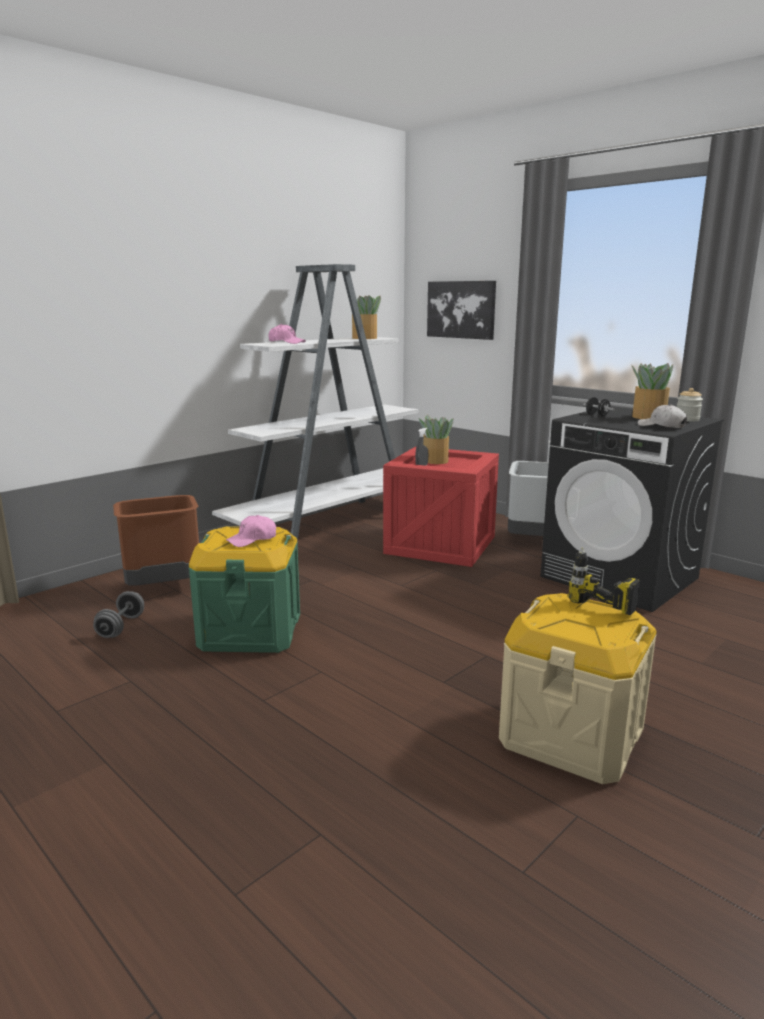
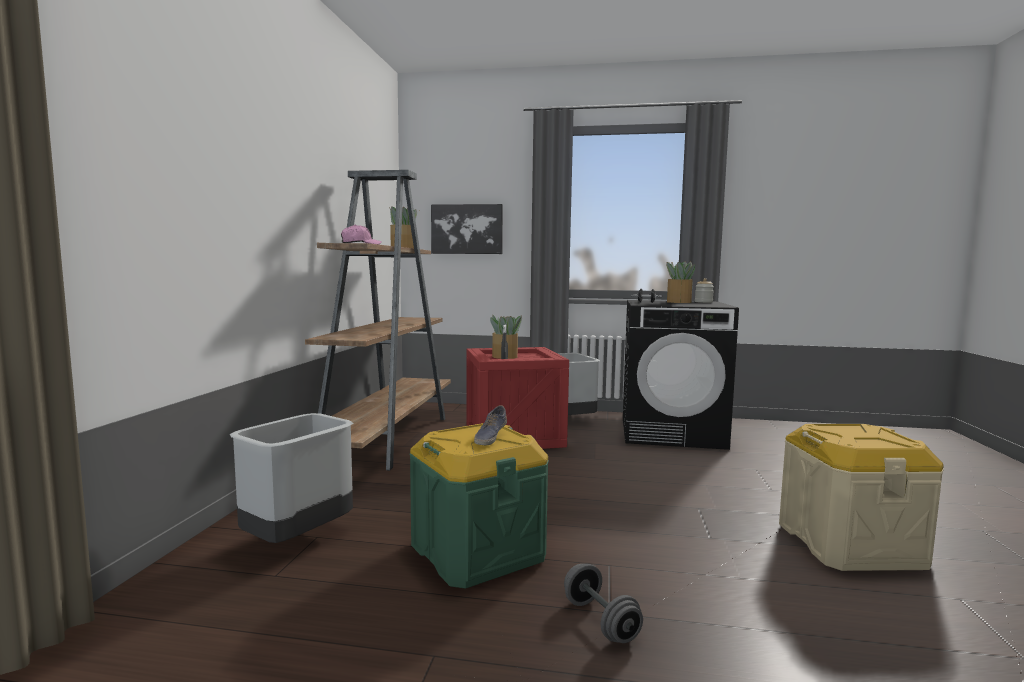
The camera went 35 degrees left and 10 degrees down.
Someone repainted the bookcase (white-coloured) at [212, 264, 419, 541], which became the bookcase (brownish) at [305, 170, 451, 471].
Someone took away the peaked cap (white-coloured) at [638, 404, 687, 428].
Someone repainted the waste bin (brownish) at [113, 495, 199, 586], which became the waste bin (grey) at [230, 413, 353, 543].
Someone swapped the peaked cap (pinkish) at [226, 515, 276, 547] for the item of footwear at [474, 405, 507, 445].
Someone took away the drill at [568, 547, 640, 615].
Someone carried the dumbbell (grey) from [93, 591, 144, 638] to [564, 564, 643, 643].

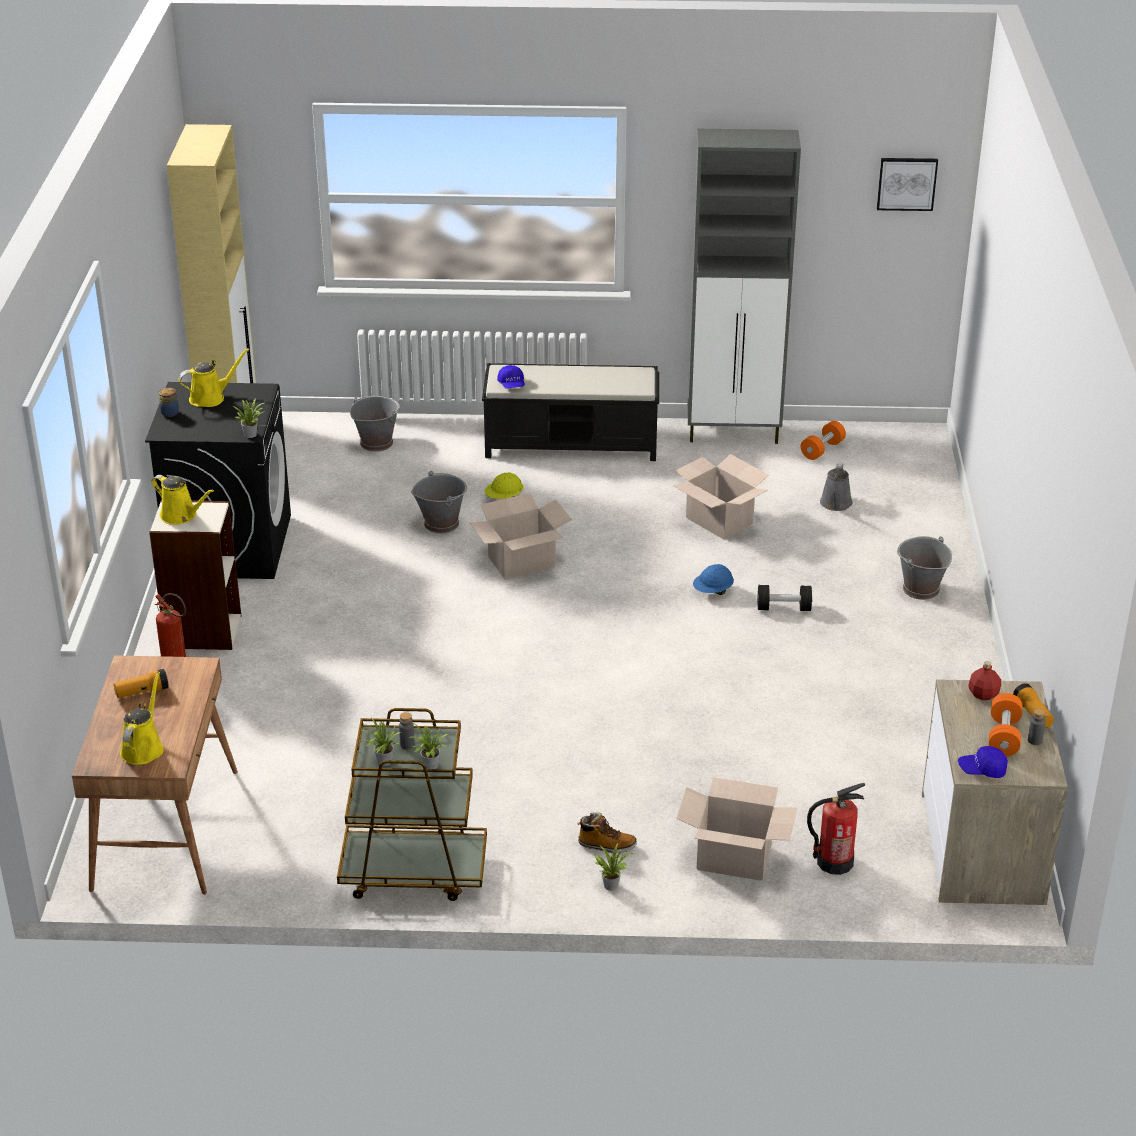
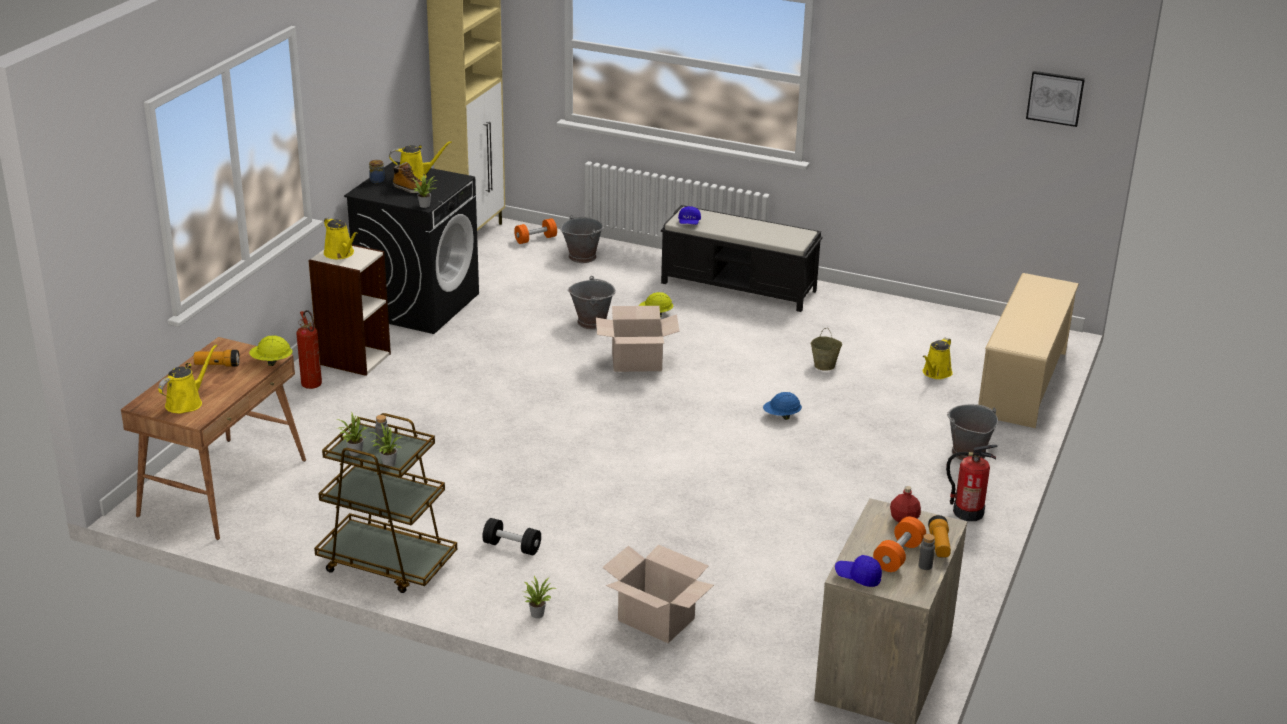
The camera went 20 degrees right and 5 degrees down.
Someone took away the cabinet (grey) at [687, 129, 801, 444].
Someone carried the dumbbell (orange-coloured) from [801, 421, 846, 460] to [514, 218, 557, 244].
Someone swapped the cardboard box at [674, 454, 769, 539] for the pail (beige-coloured) at [811, 328, 842, 371].
Someone repainted the watering can (grey) at [820, 463, 853, 511], which became the watering can (yellow) at [923, 338, 953, 379].
Someone carried the dumbbell (blackish) from [757, 585, 813, 611] to [482, 518, 541, 555].
Someone carried the fire extinguisher from [807, 783, 865, 875] to [946, 445, 998, 521].
Someone carried the high-top boot from [578, 812, 637, 853] to [393, 162, 430, 194].
Someone put down the shoe stand (beige-coloured) at [978, 273, 1079, 428].
Someone put down the safety helmet (yellow) at [249, 336, 293, 366].

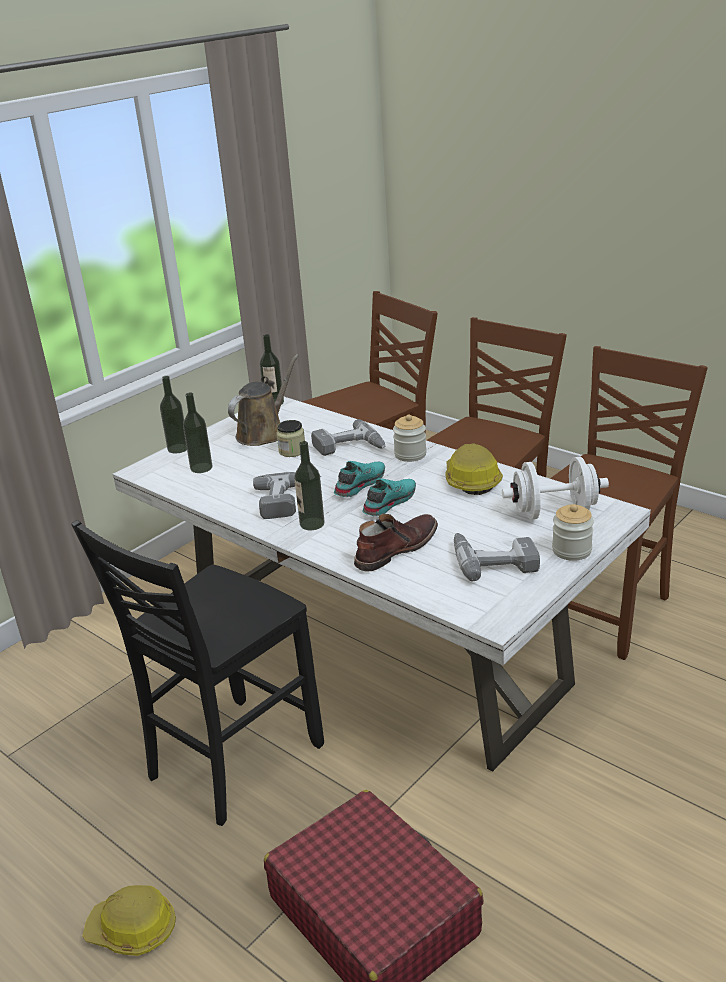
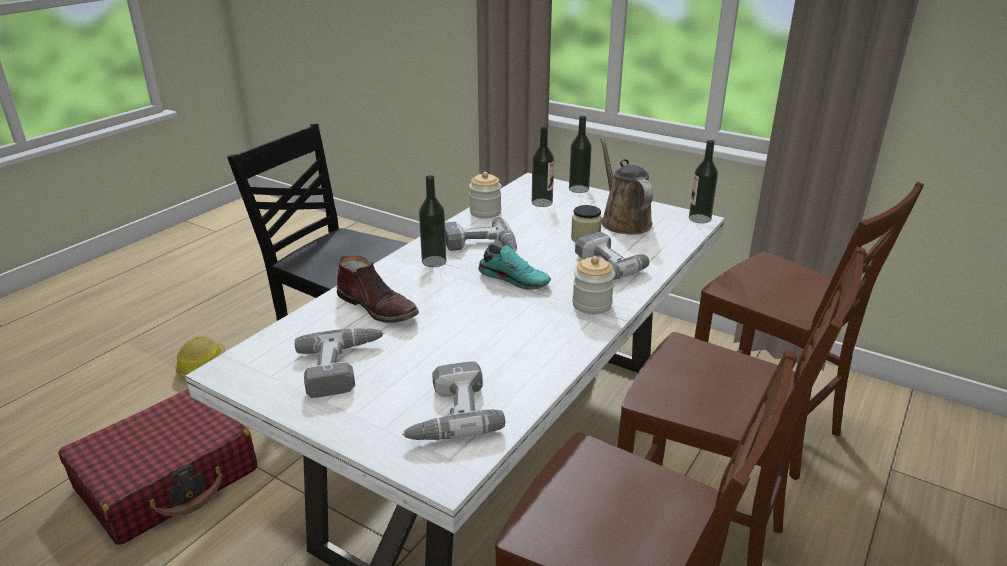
The camera went 80 degrees right and 0 degrees up.
Someone rotated the watering can (brownish) at [228, 354, 299, 446] by 135 degrees counterclockwise.
Someone took away the safety helmet at [445, 443, 503, 495].
Someone swapped the dumbbell (white-coloured) at [502, 457, 609, 519] for the drill at [402, 361, 505, 440].
Someone took away the item of footwear (turquoise) at [362, 479, 416, 516].
Someone carried the storage jar from [552, 504, 594, 561] to [469, 172, 501, 219].

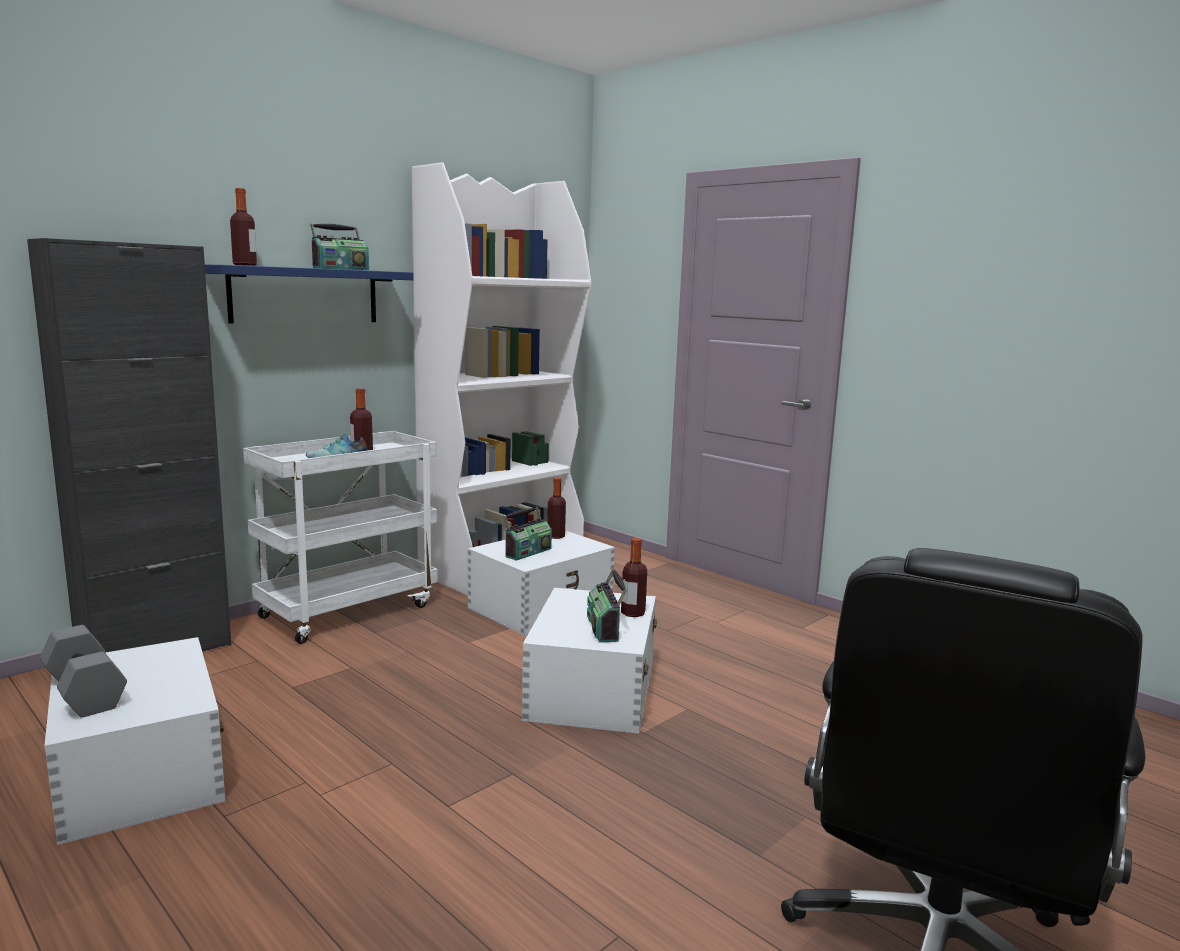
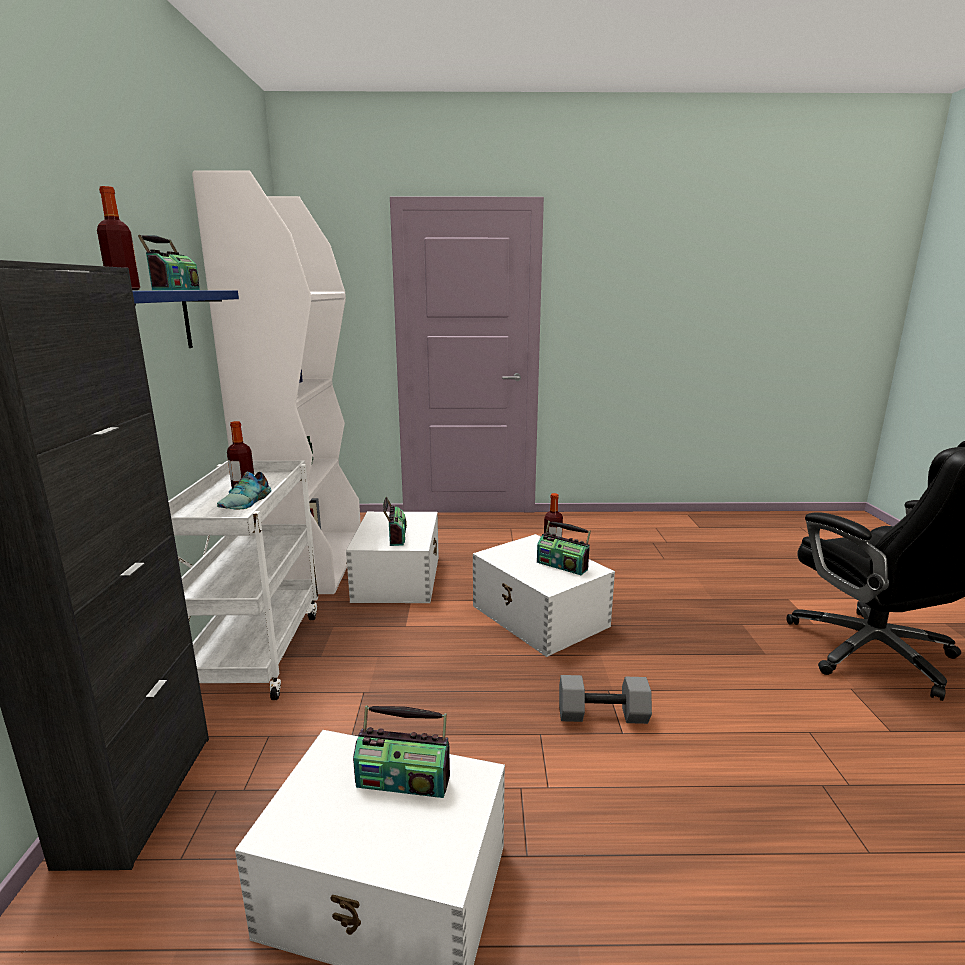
The camera went 45 degrees left and 5 degrees up.
Someone took away the beverage bottle at [547, 477, 566, 539].
Someone carried the dumbbell (grey) from [40, 625, 127, 718] to [559, 675, 652, 724].
Someone put down the radio set at [353, 705, 450, 798].

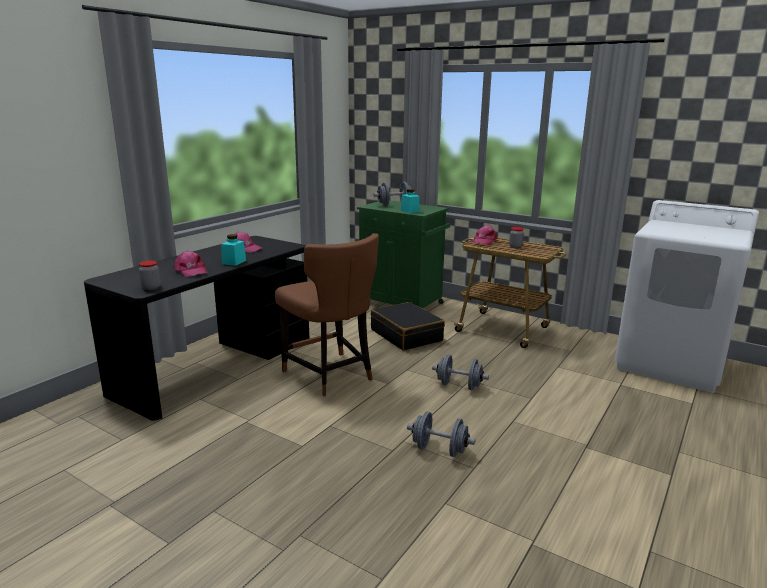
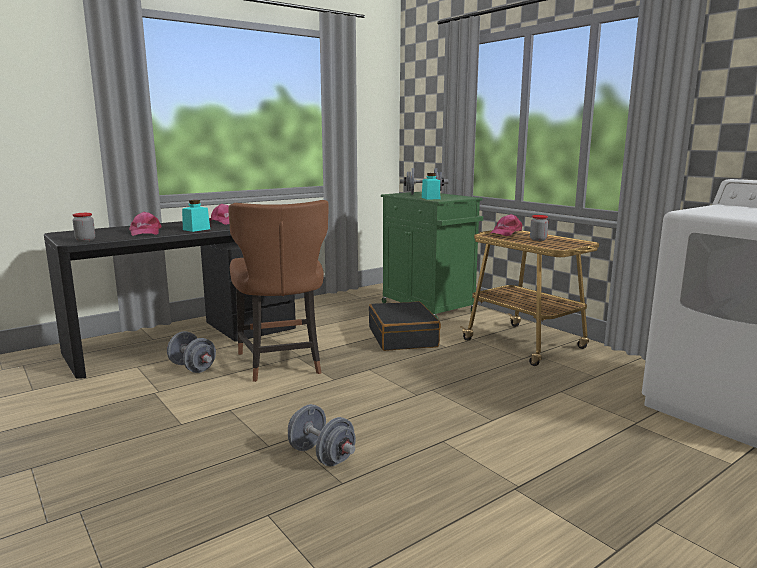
The camera went 20 degrees right and 5 degrees down.
Someone carried the dumbbell (grey) from [432, 355, 489, 390] to [167, 331, 216, 373].

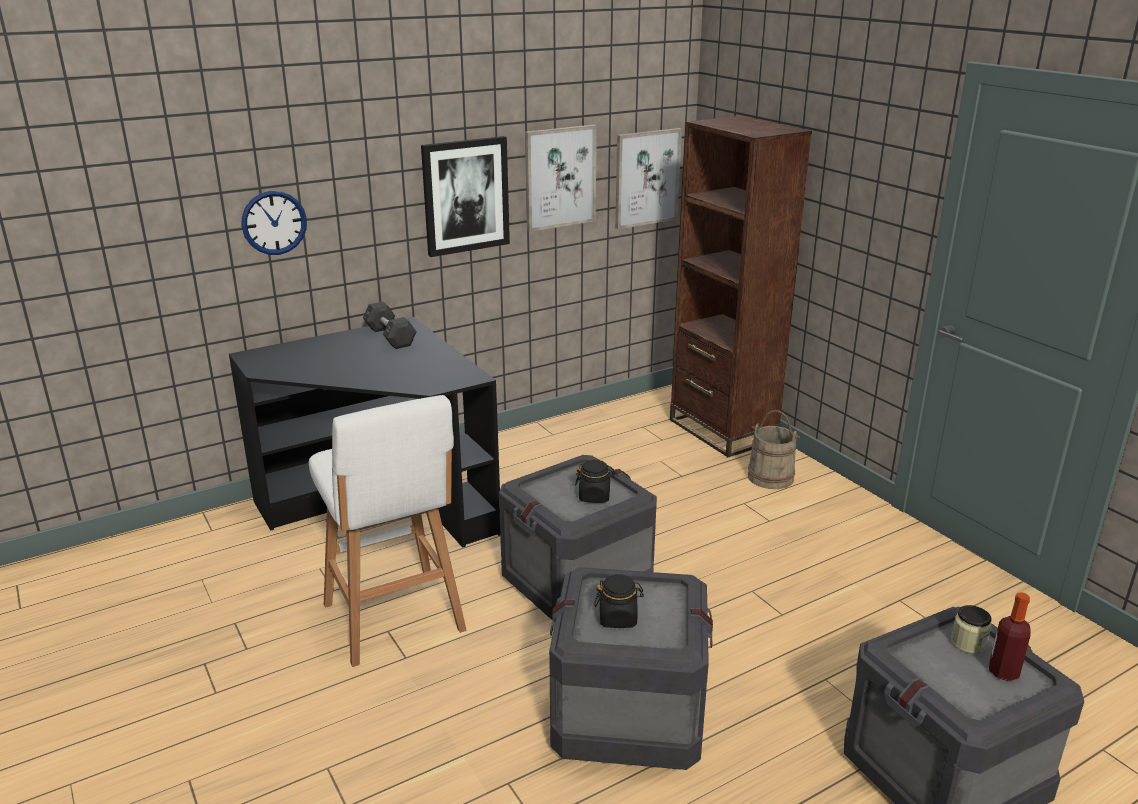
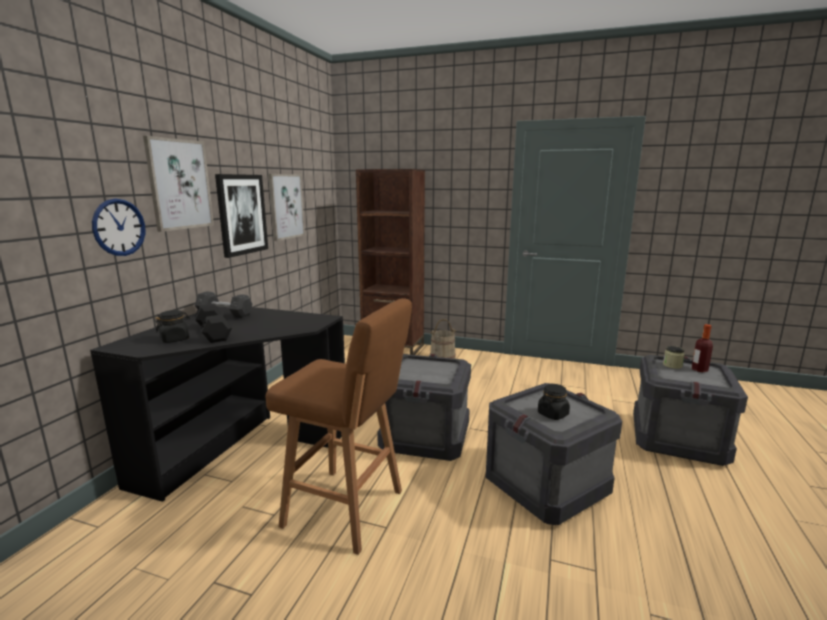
The camera went 40 degrees left and 10 degrees down.
Someone carried the wall picture from [615, 128, 682, 229] to [143, 136, 214, 232].
Someone repainted the stool seat (white-coloured) at [309, 395, 466, 667], which became the stool seat (brownish) at [266, 298, 412, 555].
Someone carried the storage jar (blackish) from [575, 460, 615, 503] to [155, 310, 190, 343].
Someone put down the dumbbell (blackish) at [194, 304, 232, 343].

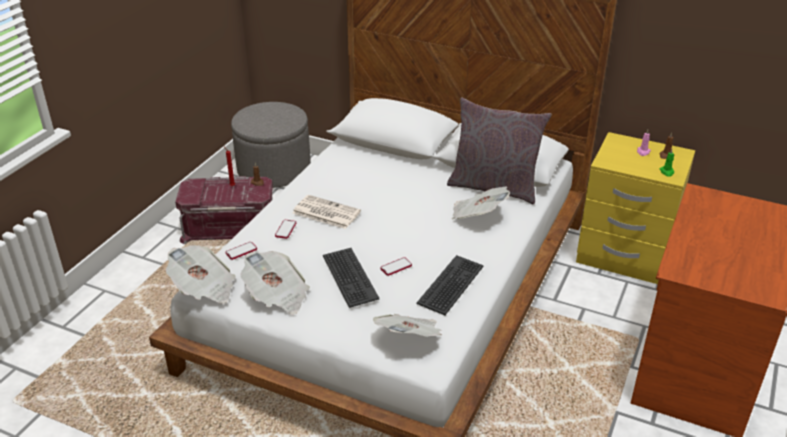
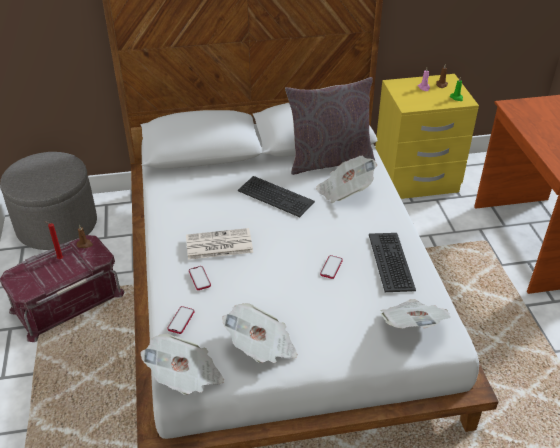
The camera went 35 degrees left and 5 degrees up.
Someone carried the PC keyboard from [323, 248, 379, 308] to [238, 176, 315, 217].

